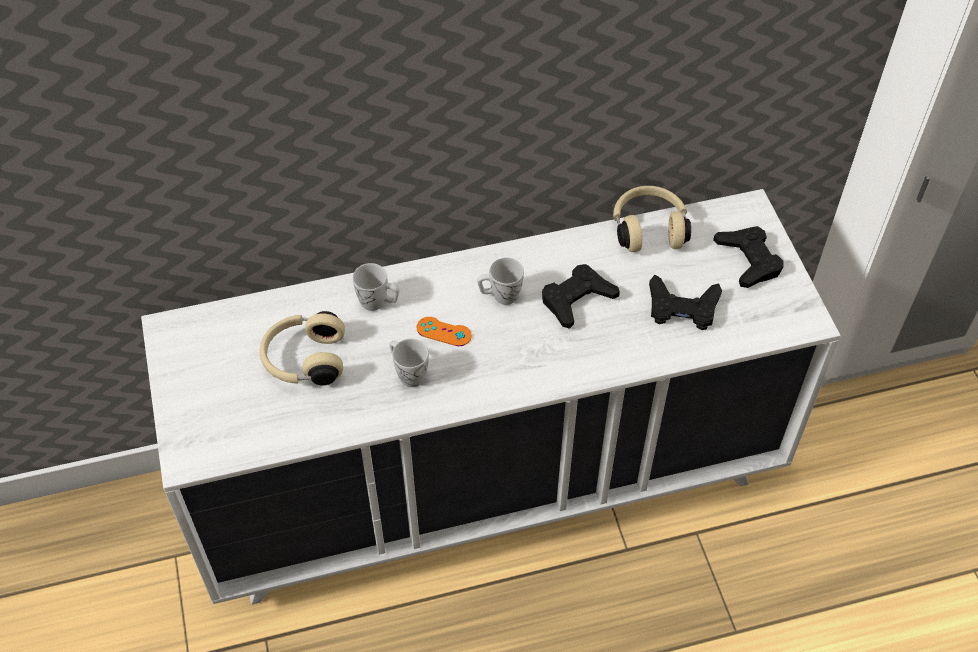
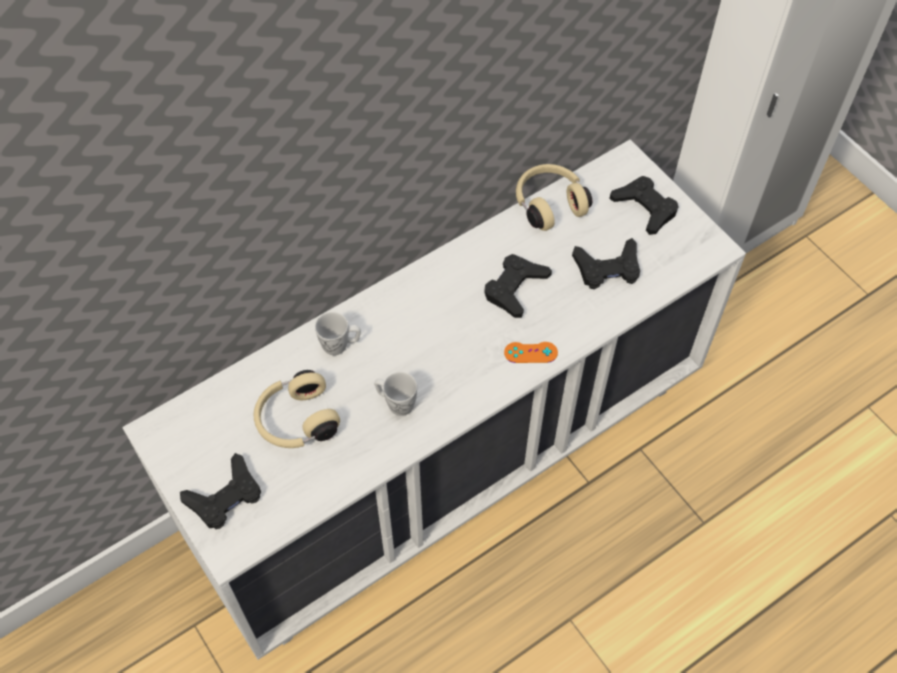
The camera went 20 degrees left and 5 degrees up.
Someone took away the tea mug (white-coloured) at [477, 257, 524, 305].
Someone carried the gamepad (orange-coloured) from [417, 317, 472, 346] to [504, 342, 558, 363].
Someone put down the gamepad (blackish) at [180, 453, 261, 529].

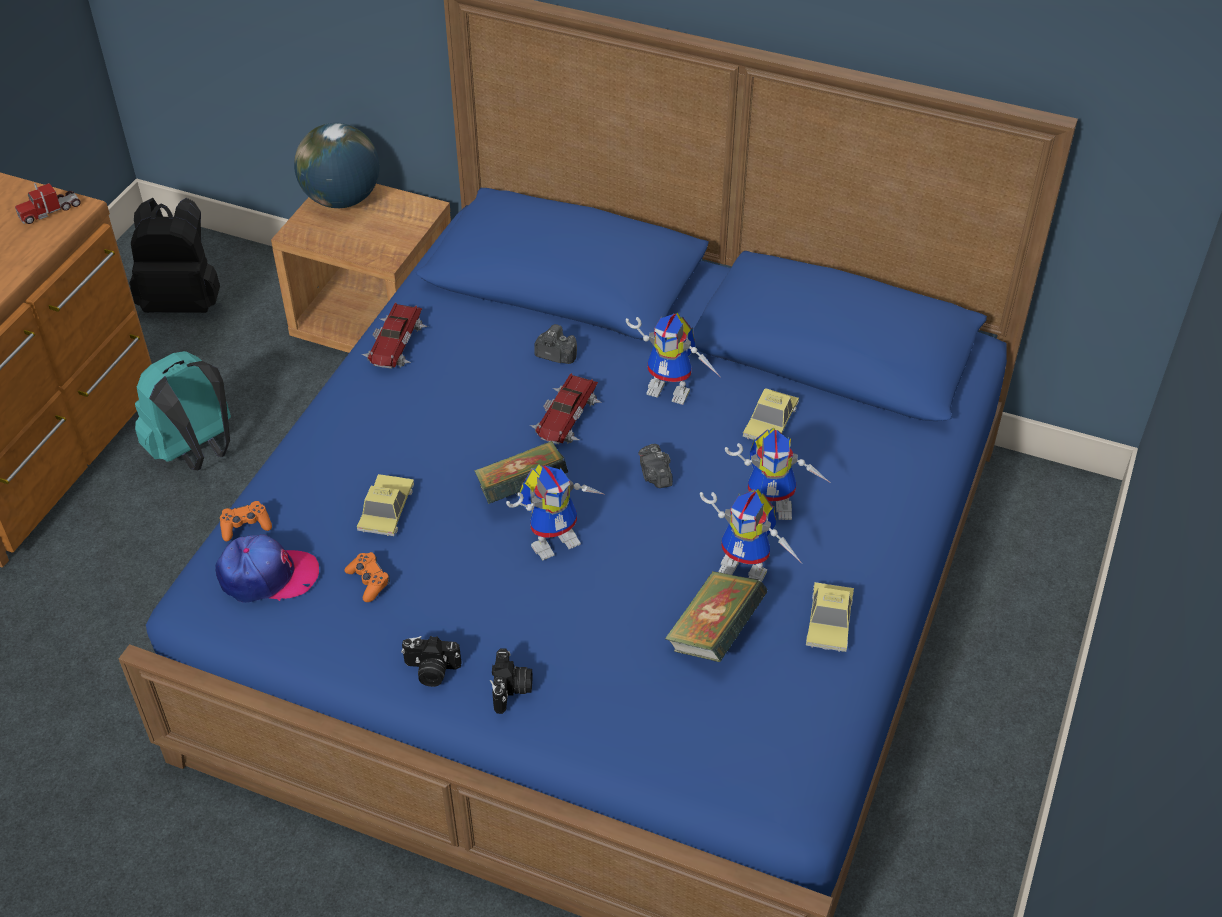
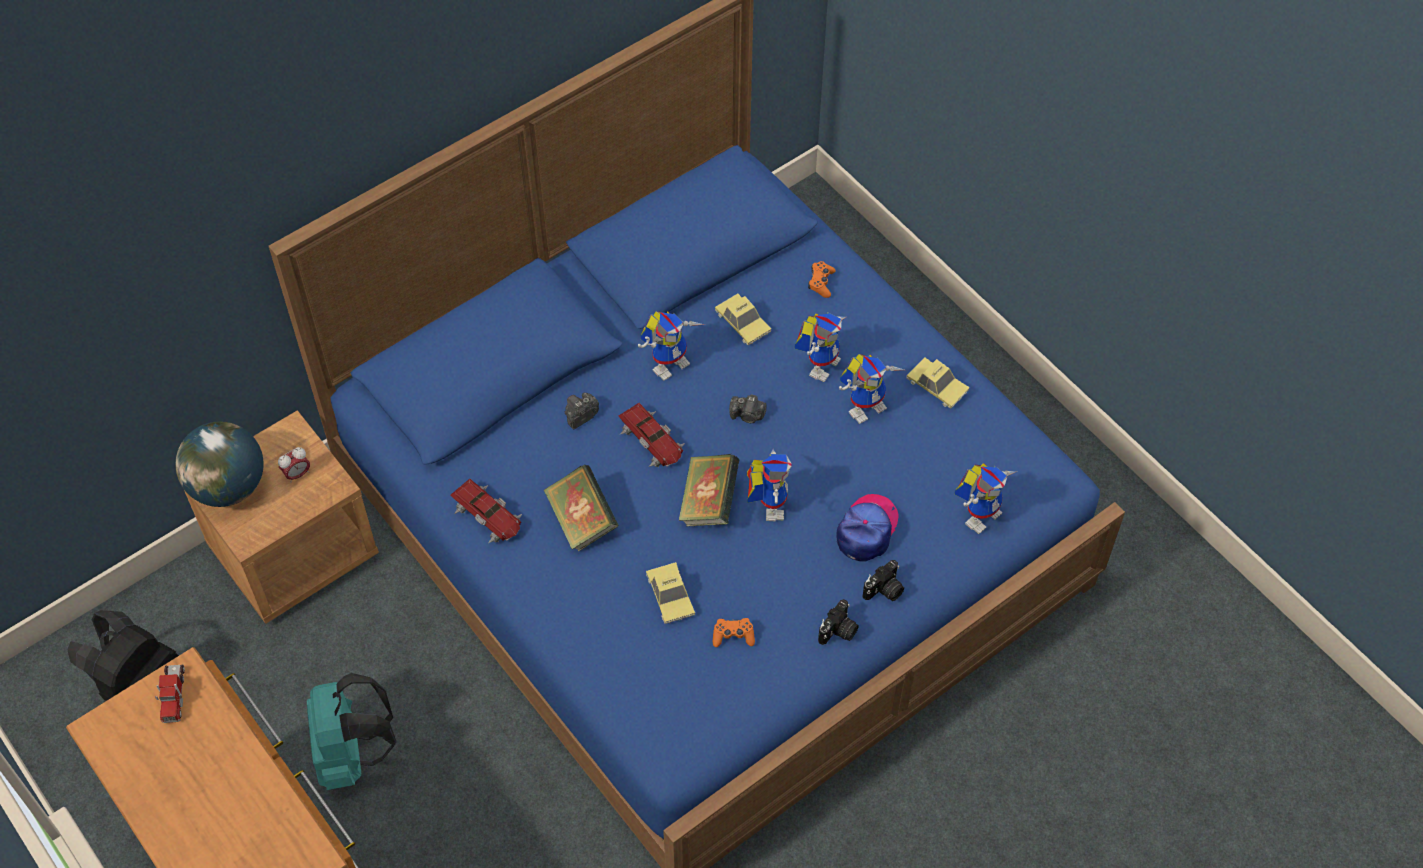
The camera went 60 degrees left and 10 degrees up.
Someone rotated the model car at [357, 474, 414, 536] by 150 degrees counterclockwise.
Someone carried the gamepad (orange-coloured) from [220, 501, 272, 541] to [808, 261, 835, 298].
Someone carried the peaked cap from [215, 535, 319, 603] to [836, 494, 899, 562].
Someone carried the book from [665, 571, 768, 662] to [543, 465, 619, 551].
Someone rotated the photo camera at [490, 648, 532, 714] by 105 degrees clockwise.
Someone put down the table clock at [278, 447, 310, 483].
Someone put down the robot figure at [954, 463, 1016, 534].

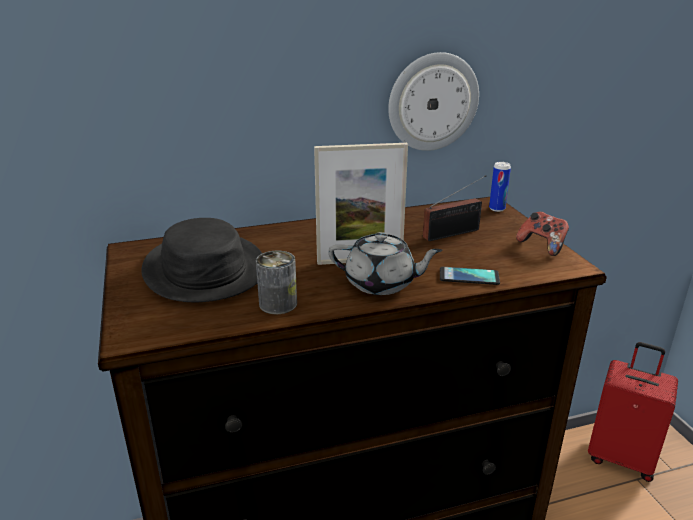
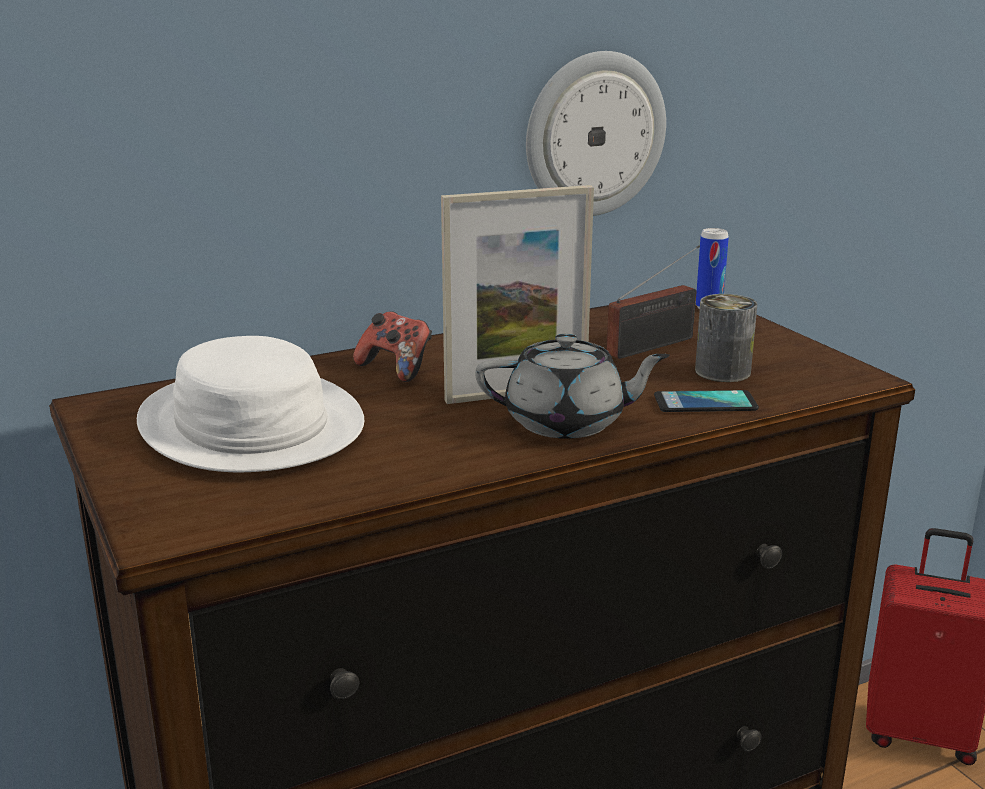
The camera went 10 degrees left and 5 degrees down.
Someone carried the gamepad from [516, 211, 569, 256] to [353, 311, 432, 382].
Someone repainted the wearable hat (blackish) at [141, 218, 262, 302], which became the wearable hat (white-coloured) at [137, 336, 364, 472].
Someone carried the sealed can from [256, 251, 297, 314] to [695, 294, 757, 382].

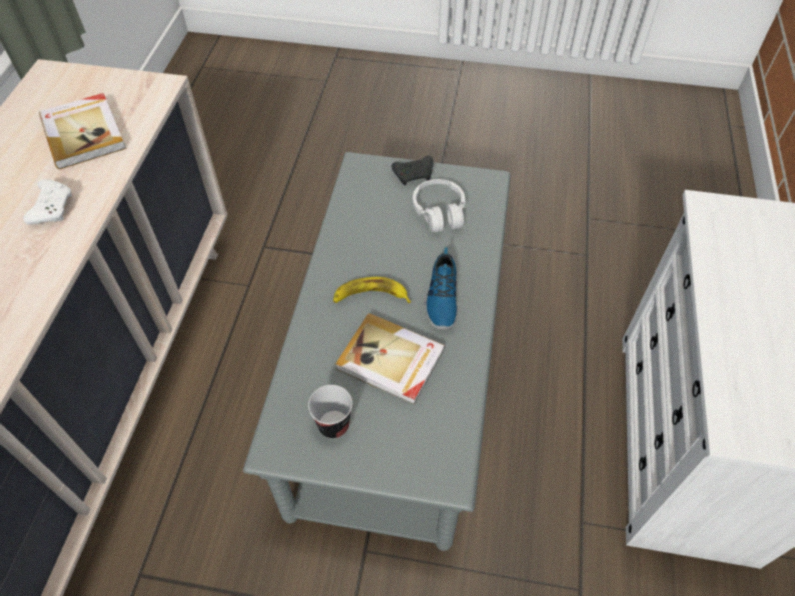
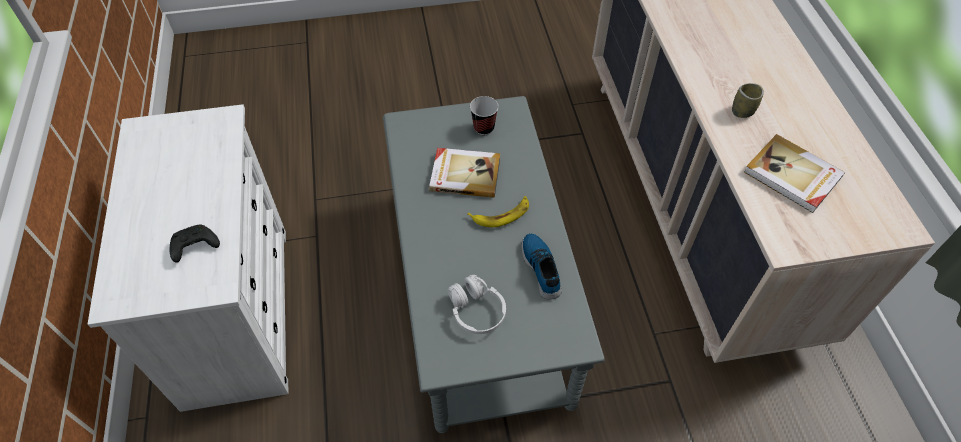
The camera went 160 degrees right and 0 degrees up.
Someone carried the gamepad (blackish) from [392, 156, 433, 185] to [170, 225, 220, 263].
Someone swapped the gamepad (white-coloured) at [23, 179, 72, 225] for the small cup at [732, 83, 764, 118].
Someone carried the item of footwear from [424, 247, 458, 330] to [522, 233, 561, 300].

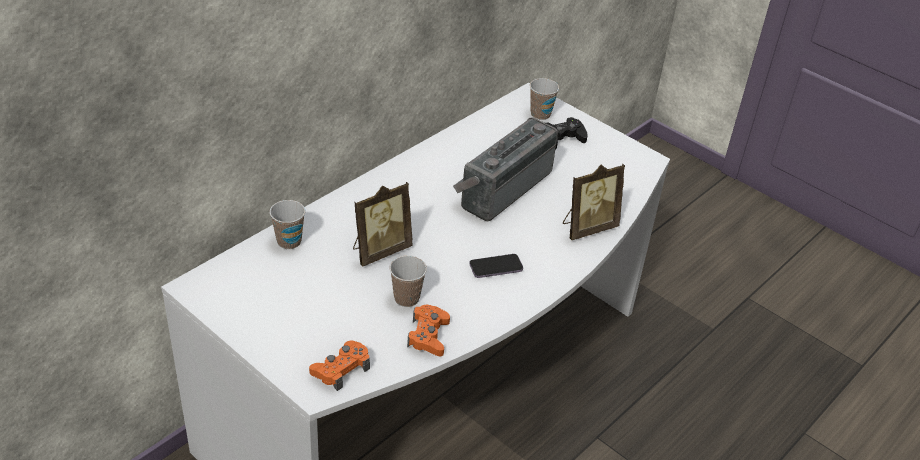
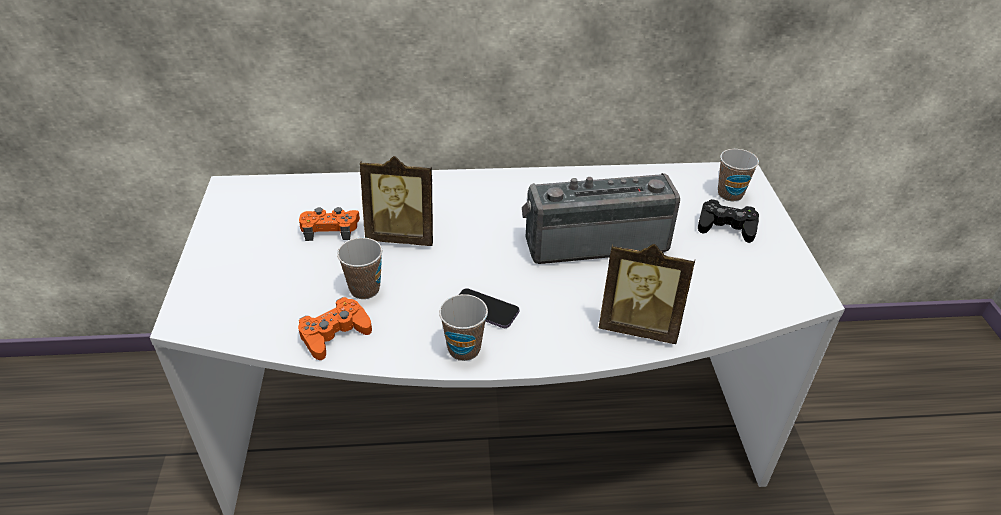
The camera went 45 degrees right and 0 degrees up.
Someone carried the small cup from [270, 200, 305, 249] to [439, 294, 488, 361].
Someone carried the gamepad (orange-coloured) from [309, 340, 370, 391] to [299, 207, 360, 241].

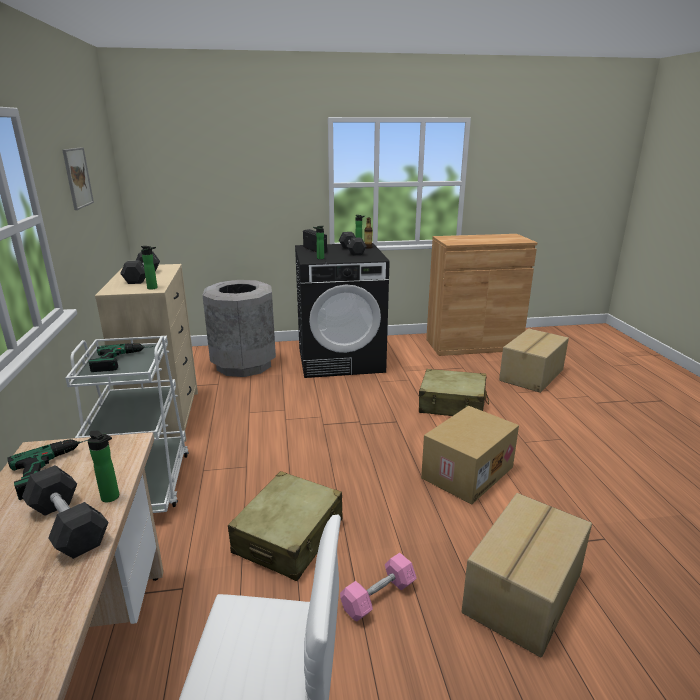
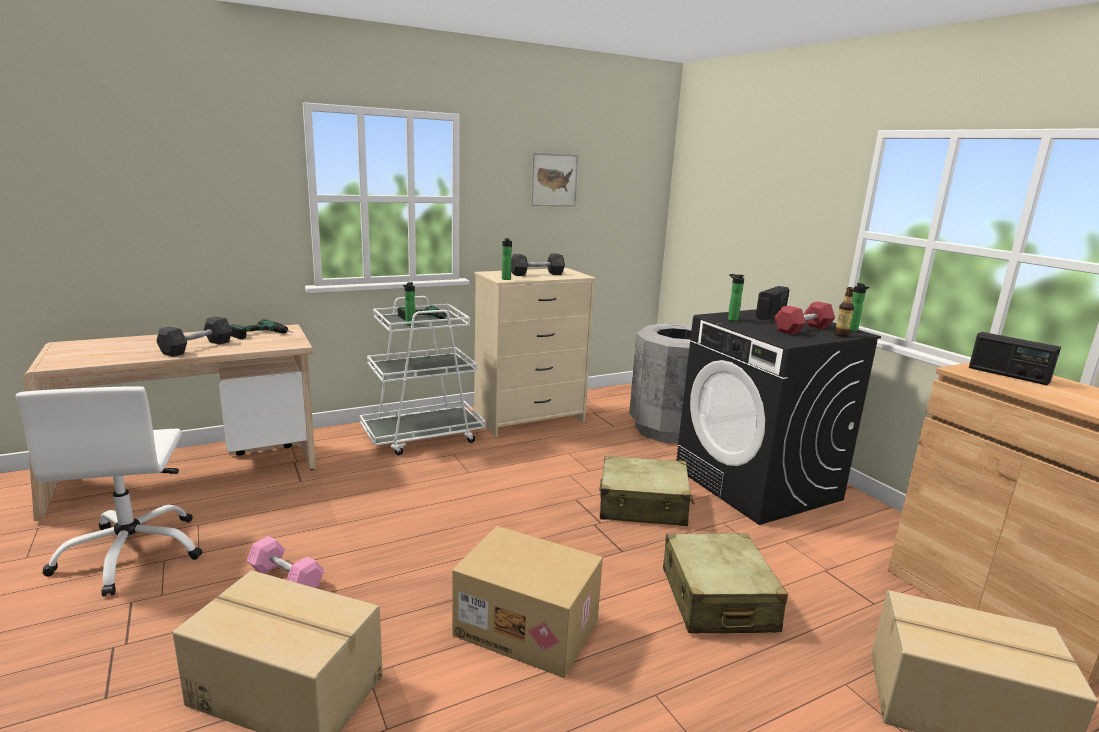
The camera went 70 degrees right and 5 degrees down.
Someone repainted the dumbbell (grey) at [339, 232, 367, 256], which became the dumbbell (red-coloured) at [774, 301, 835, 335].
Someone carried the beverage bottle from [88, 431, 119, 502] to [403, 282, 415, 326].
Someone carried the suitcase (beige-coloured) from [228, 471, 343, 581] to [599, 456, 695, 526].
Someone put down the radio set at [969, 332, 1061, 386].

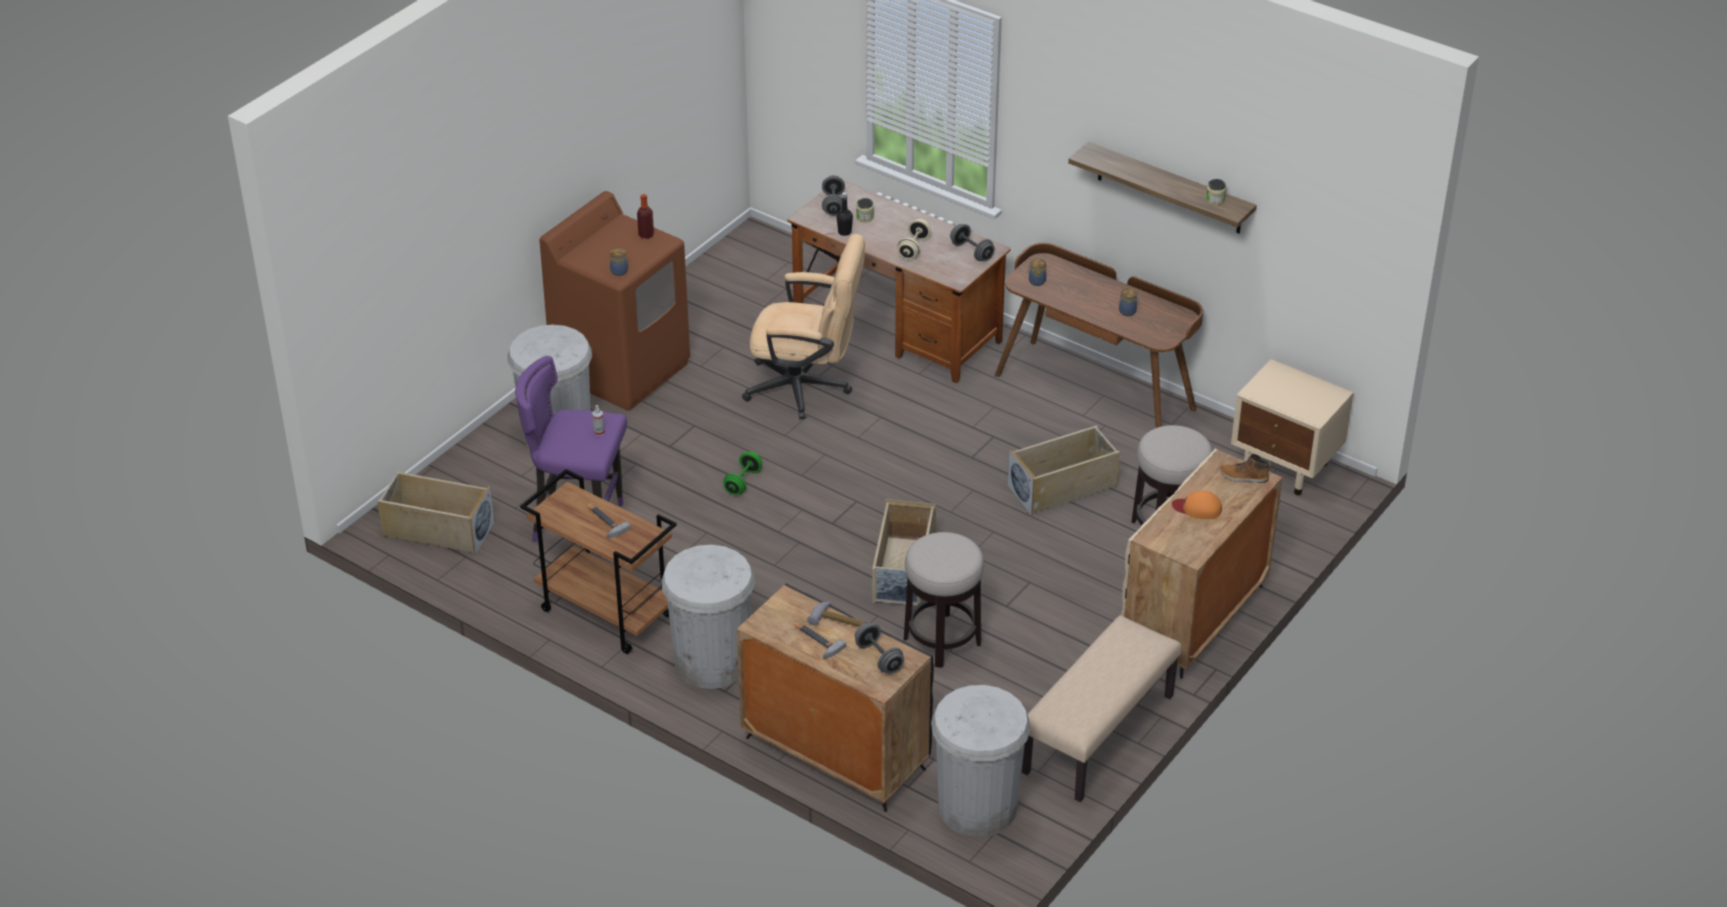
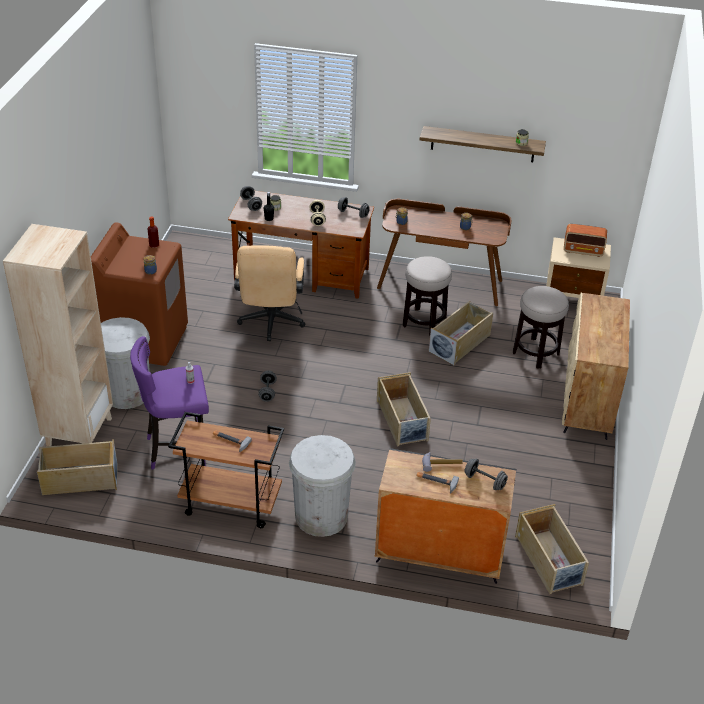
The camera went 25 degrees left and 0 degrees up.
Someone rotated the computer chair (beige-coloured) at [742, 234, 865, 419] by 105 degrees clockwise.
Someone repainted the dumbbell (green-coloured) at [723, 452, 762, 495], which became the dumbbell (grey) at [258, 370, 277, 402].
Someone took away the high-top boot at [1220, 454, 1271, 483].
Someone took away the peaked cap (orange-coloured) at [1172, 490, 1222, 519].
Someone carried the stool seat from [904, 532, 984, 668] to [403, 256, 452, 336].
Someone took away the bench (beige-coloured) at [1022, 615, 1182, 802].
Someone swapped the waste bin (white-coloured) at [931, 685, 1030, 837] for the storage container (beige-coloured) at [515, 504, 589, 594].
Someone put down the bookcase (beige-coloured) at [3, 224, 113, 446].
Someone put down the radio set at [564, 224, 607, 257].

